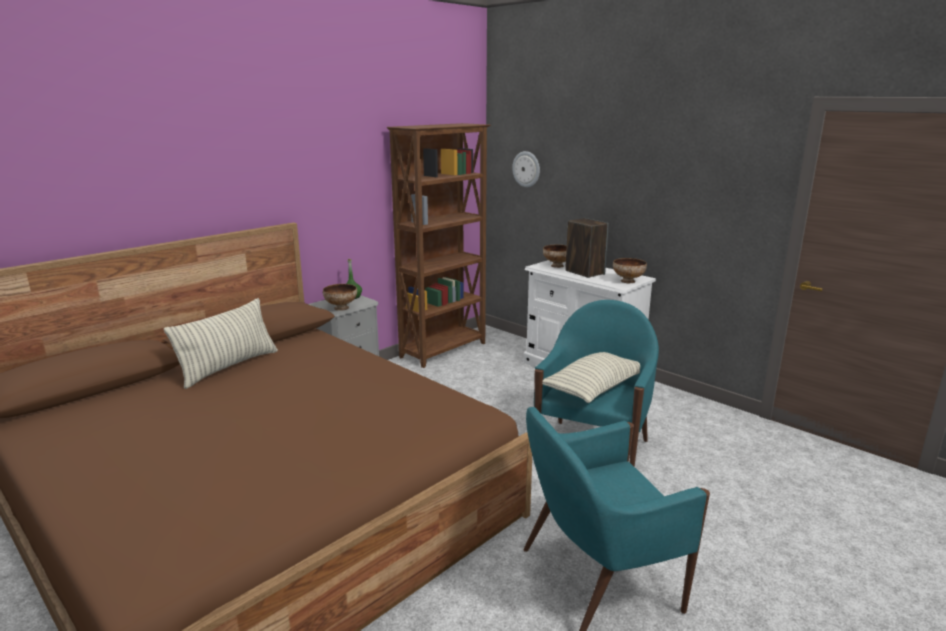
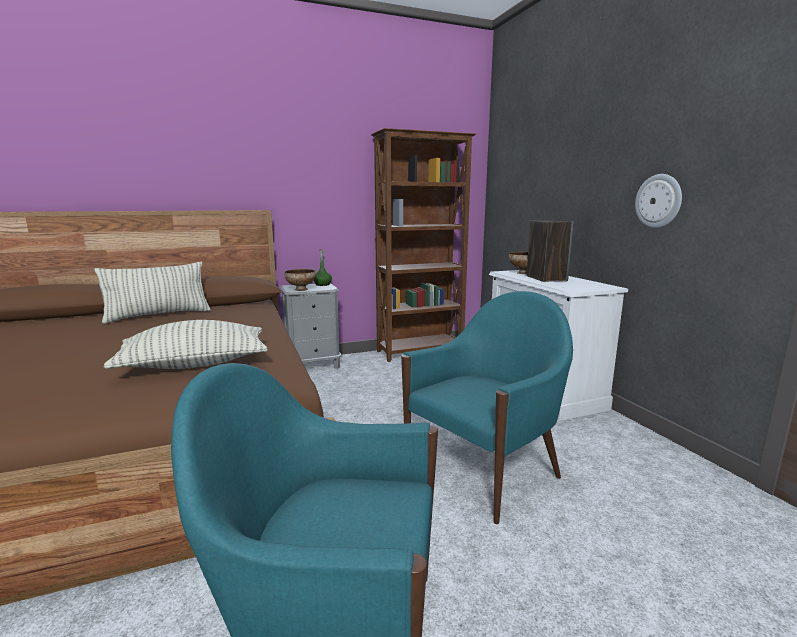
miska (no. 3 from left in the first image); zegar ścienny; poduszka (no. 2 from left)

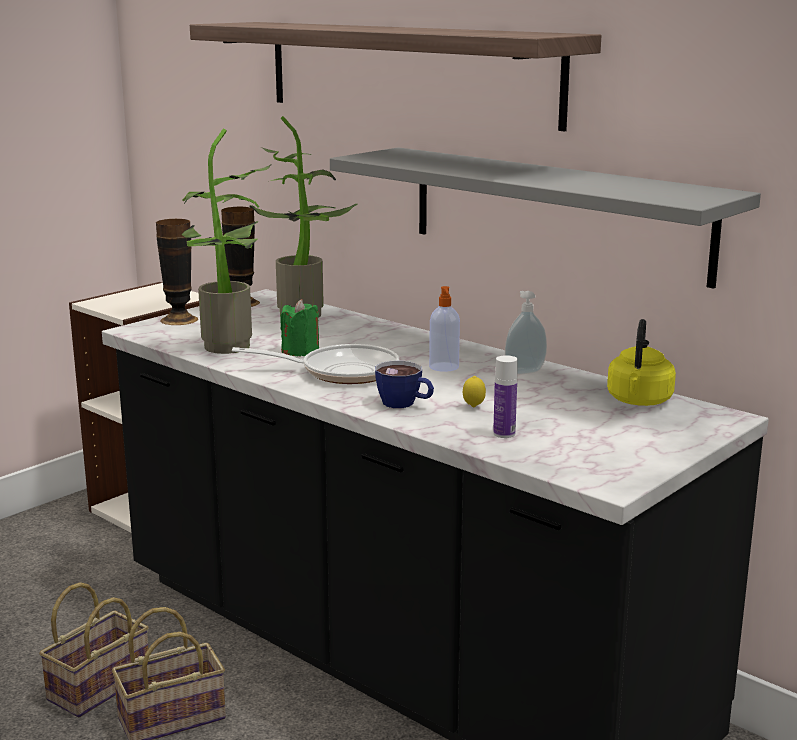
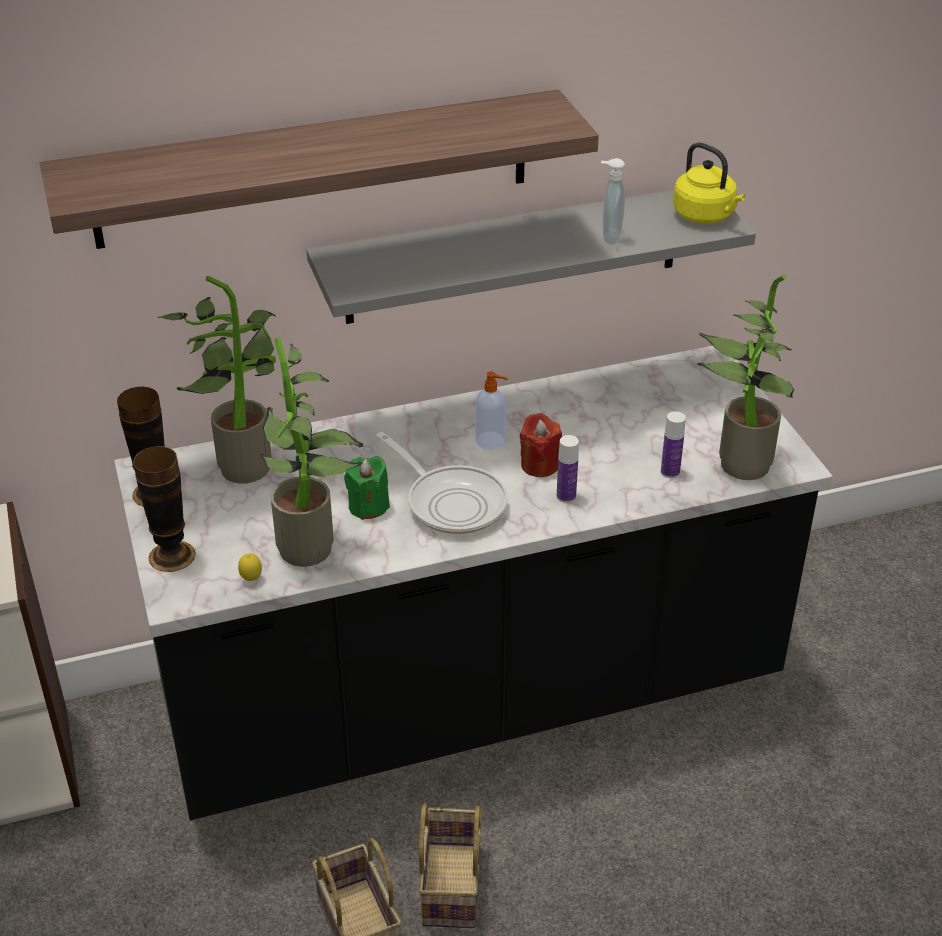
świeca/czerwony; roślina doniczkowa (no. 3 from left); cytryna; dozownik mydła (no. 2 from left); czajnik/żółty; butelka (no. 1 from left); patelnia

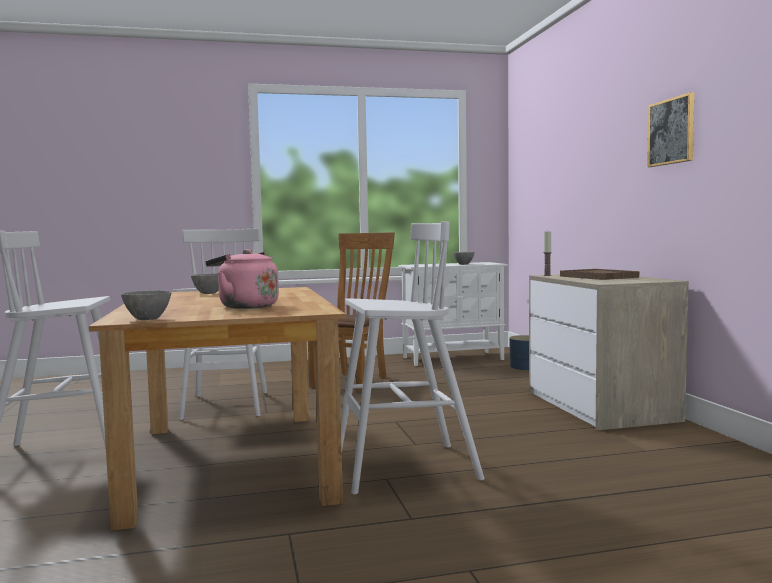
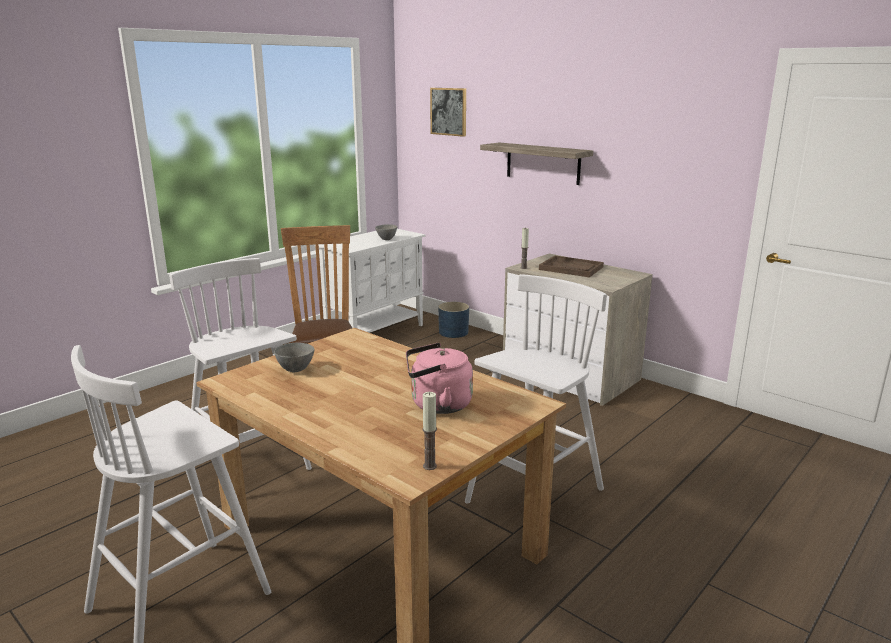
półka; obraz; świeca (no. 1 from left)

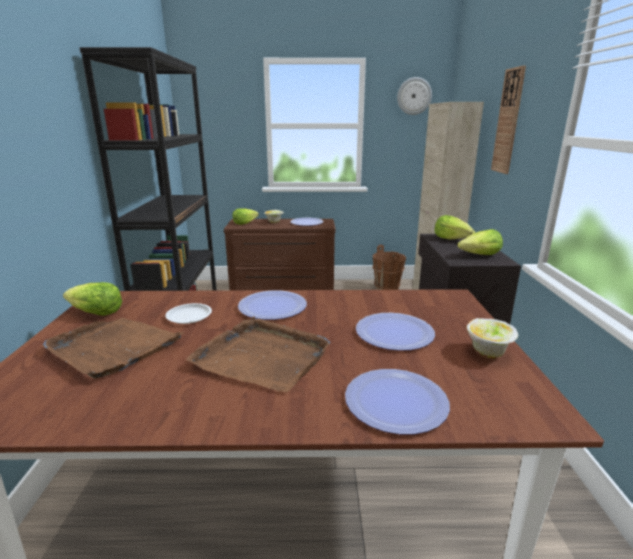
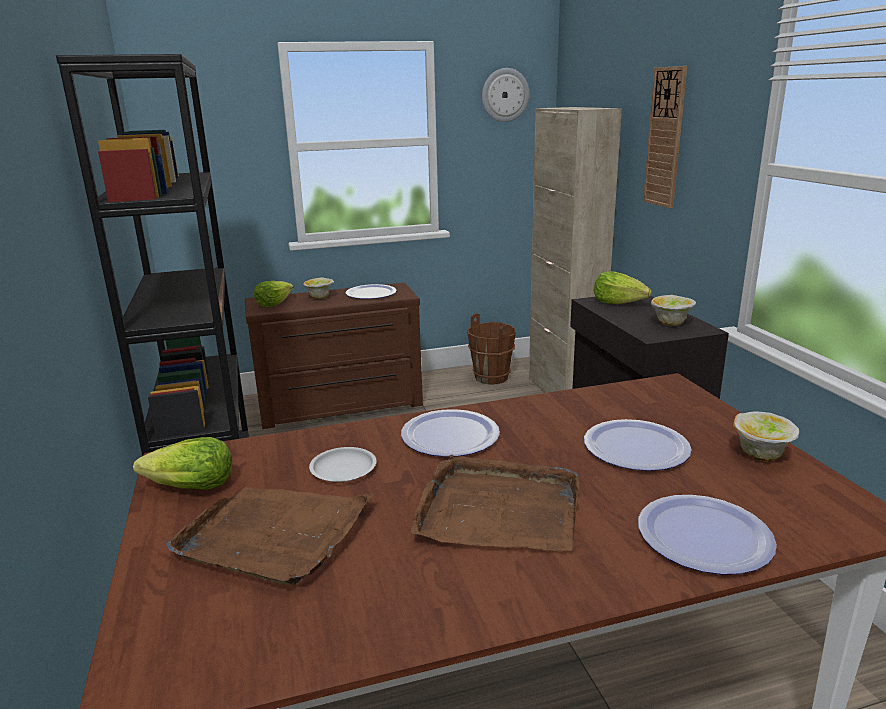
miska (no. 2 from left)

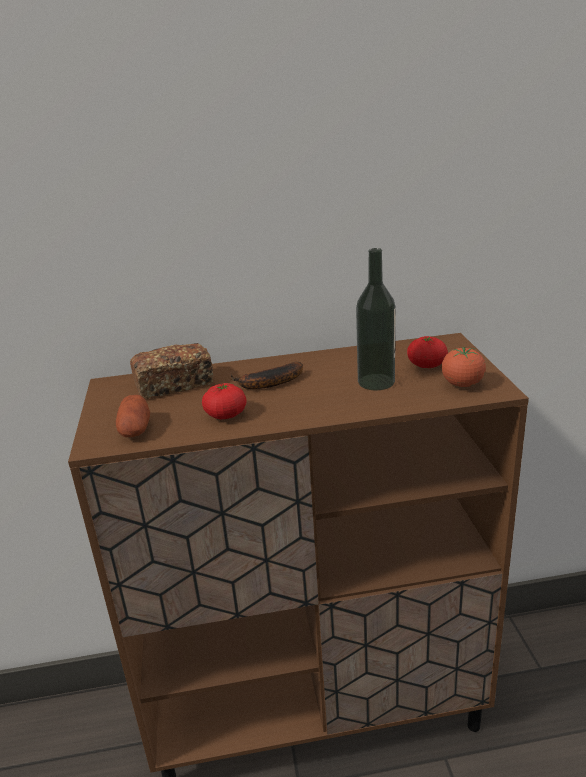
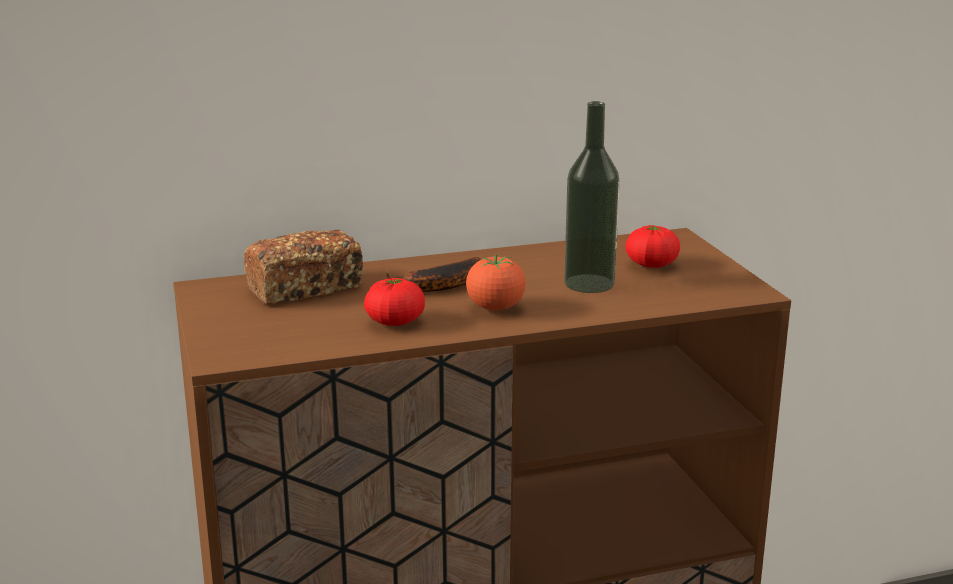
ziemniak; pomidor (no. 2 from left)

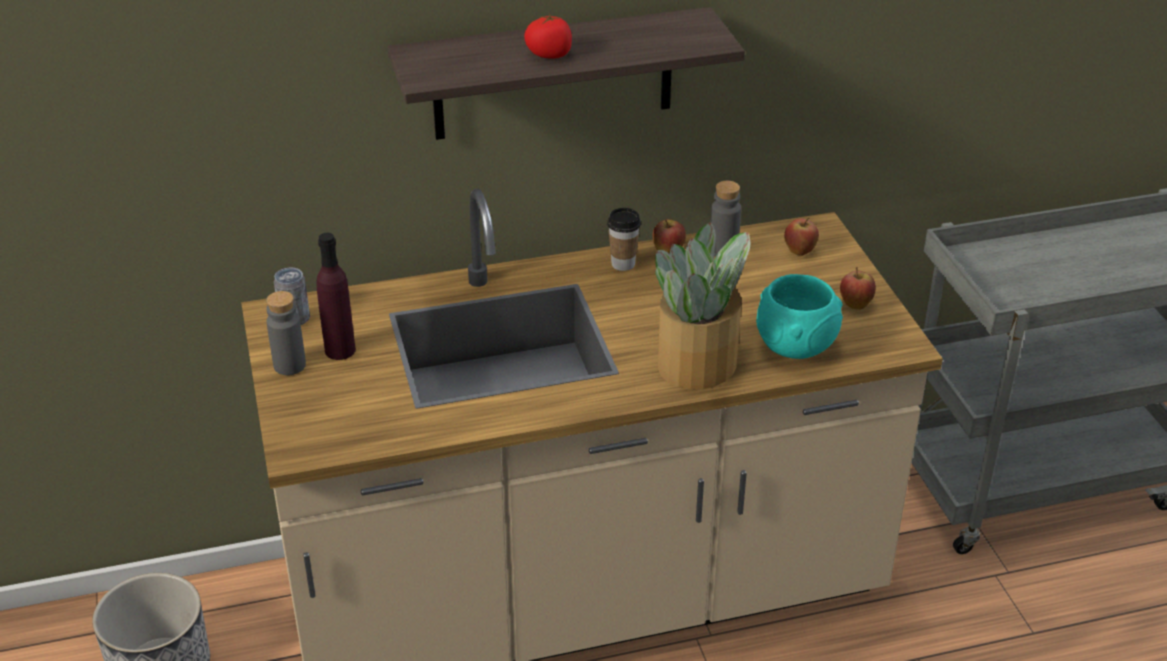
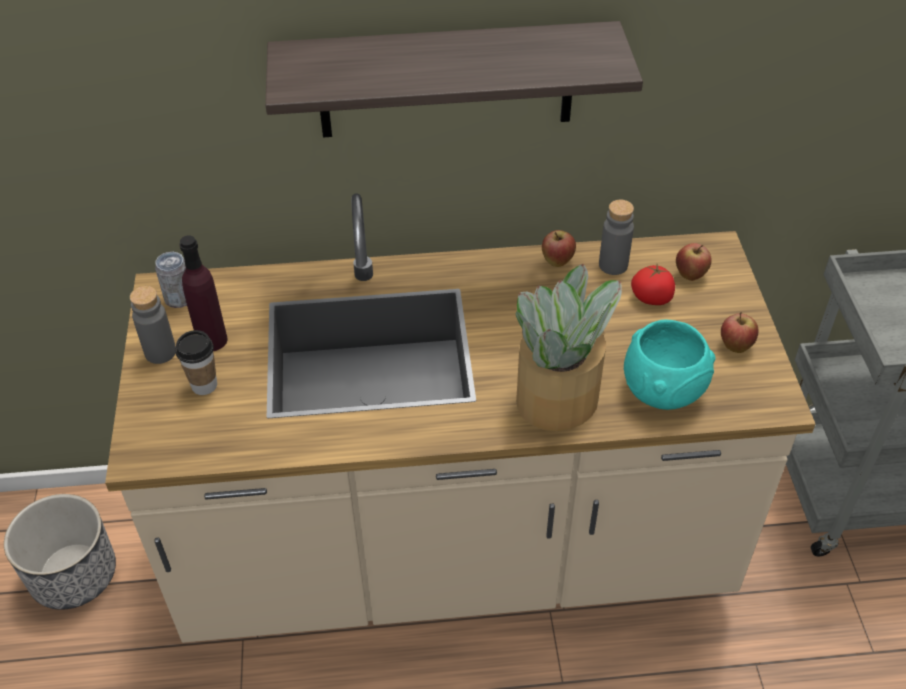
pomidor; filiżanka

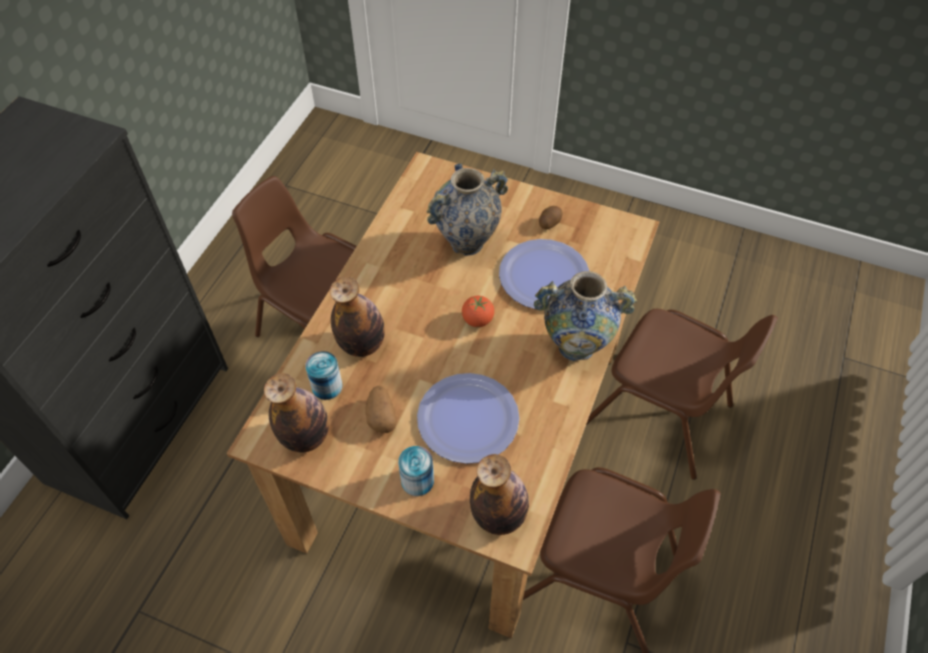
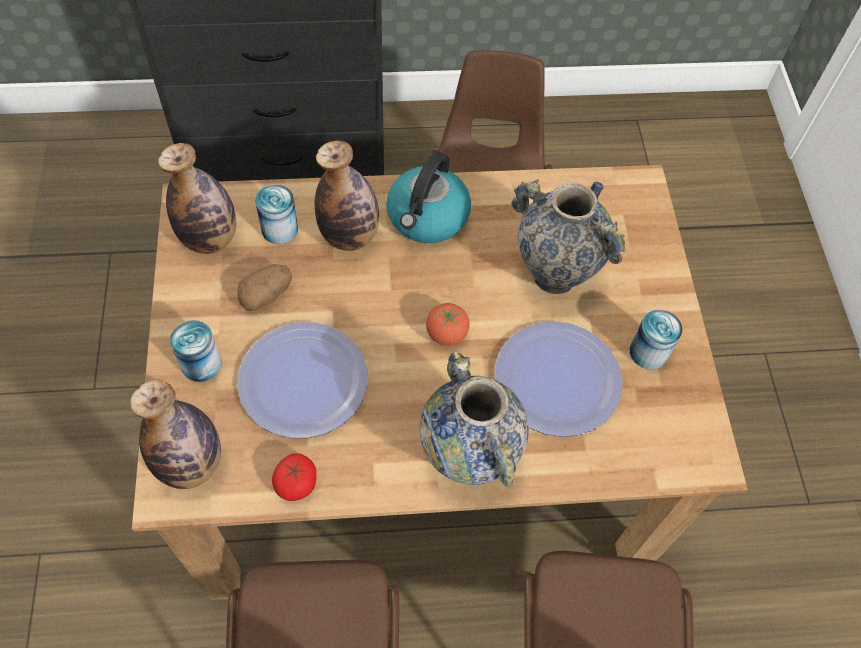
pomidor (no. 1 from left); czajnik; puszka (no. 3 from left)

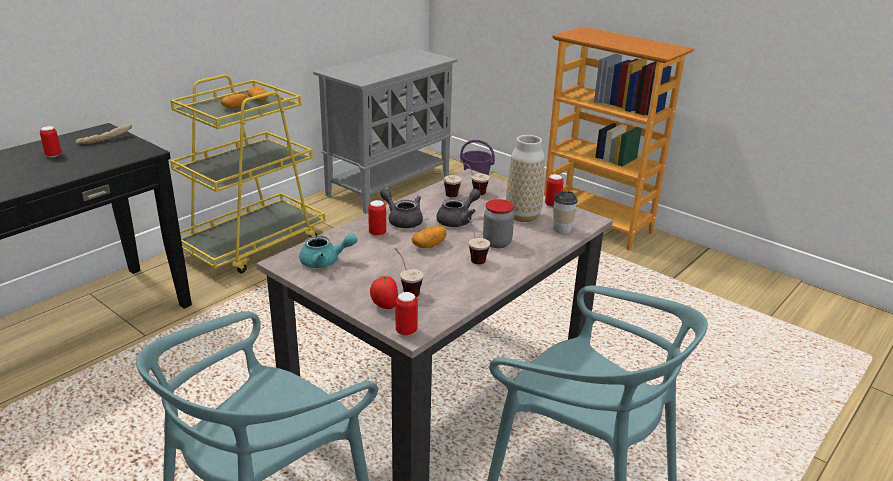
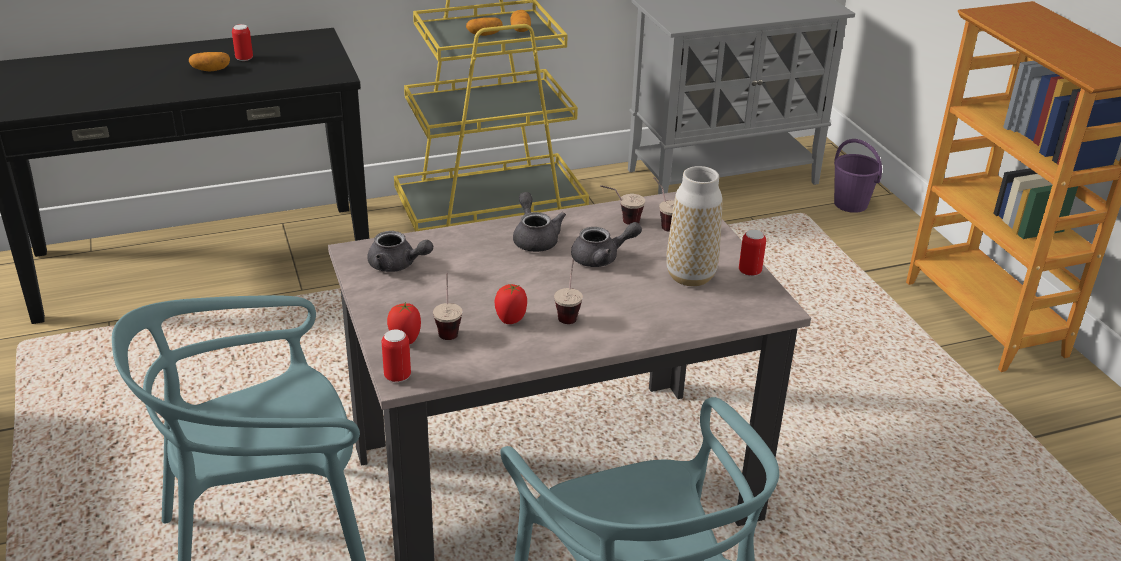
chleb; puszka (no. 2 from left in the first image); słoik; filiżanka (no. 5 from left in the first image); pomidor (no. 2 from left); ziemniak (no. 1 from left); imbryk/szary (no. 1 from left)

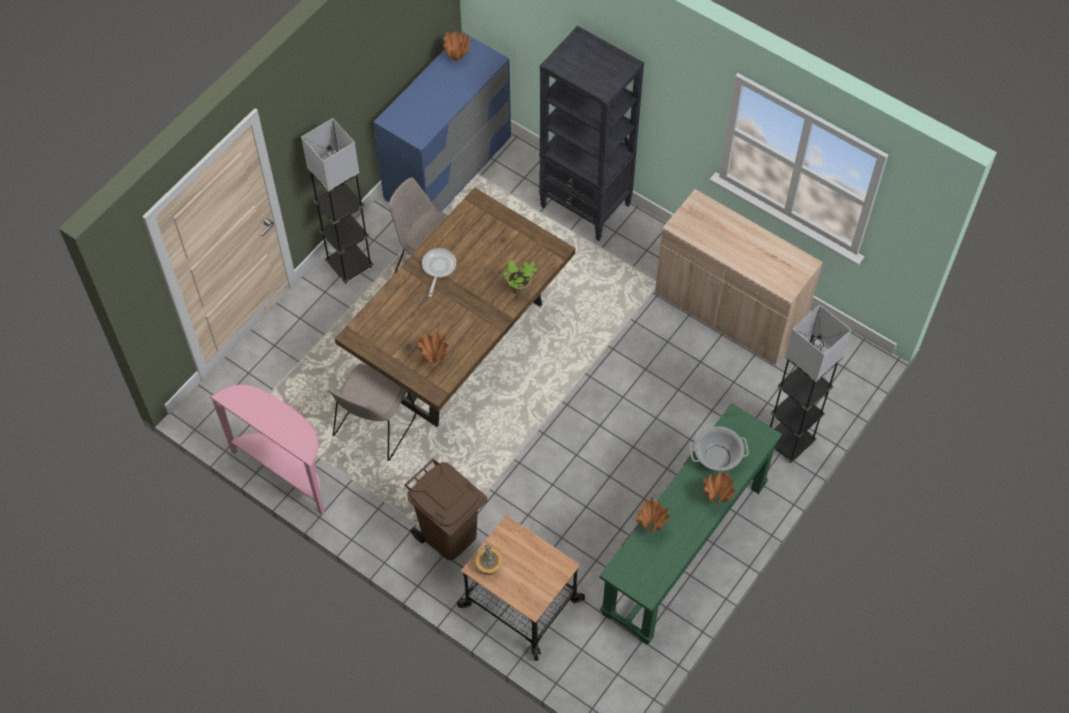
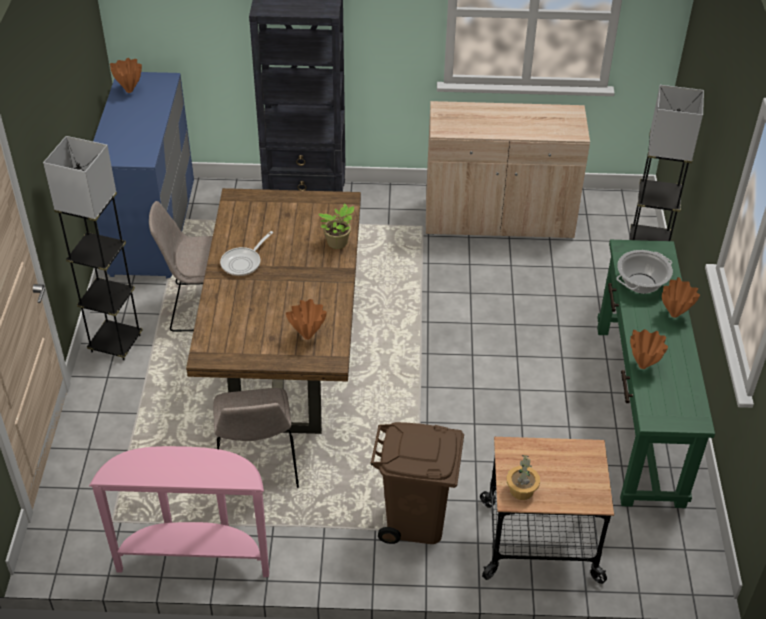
patelnia

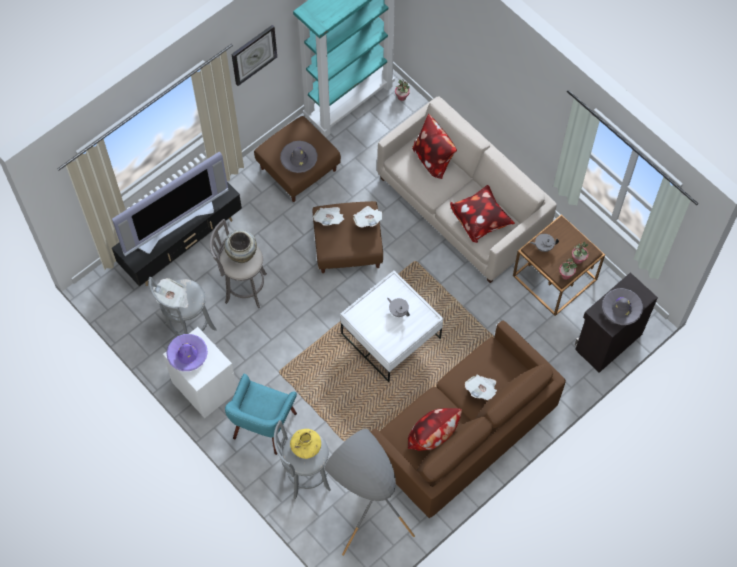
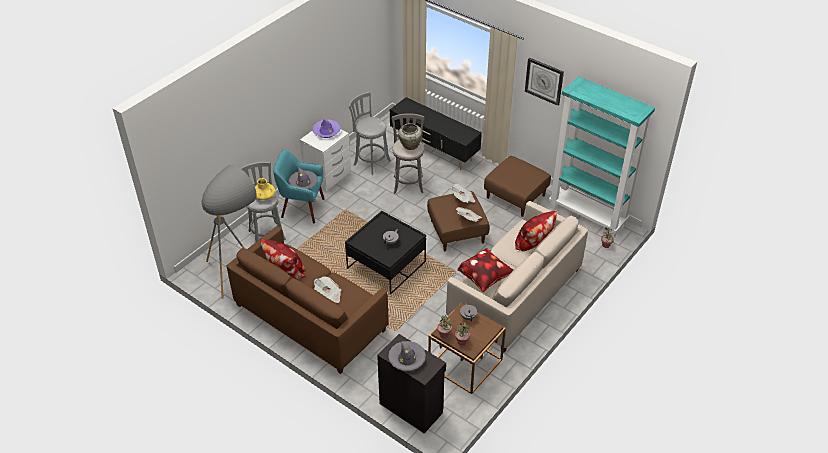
telewizor; gazeta (no. 1 from left in the first image); kapelusz/szary (no. 1 from left); ława/czarny

